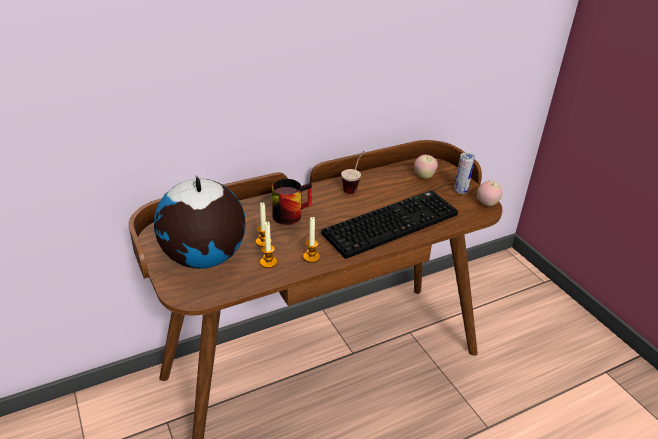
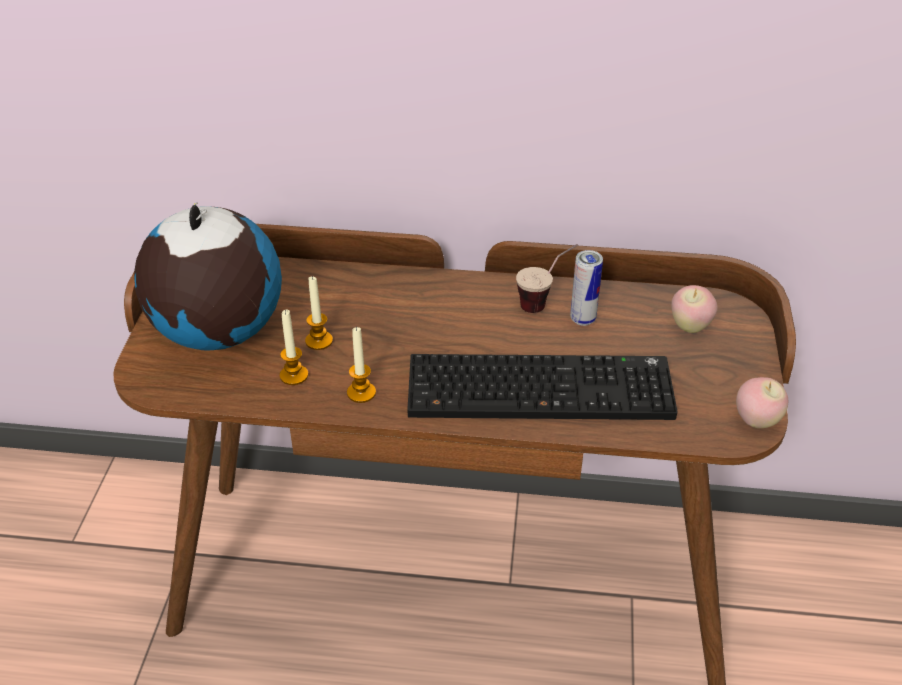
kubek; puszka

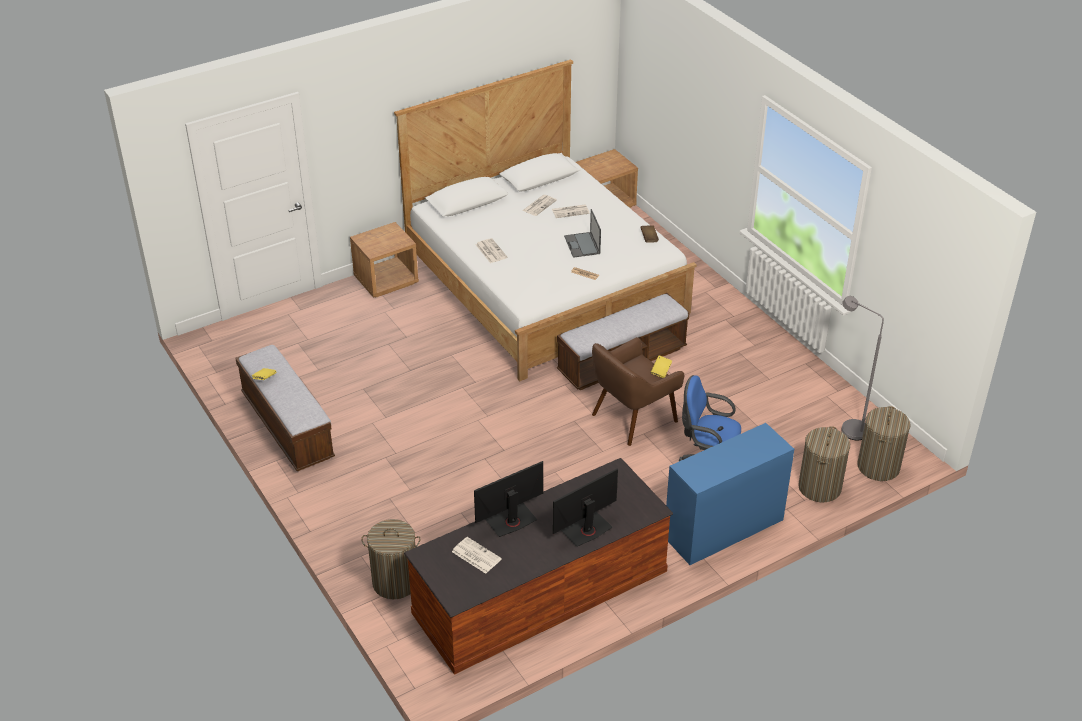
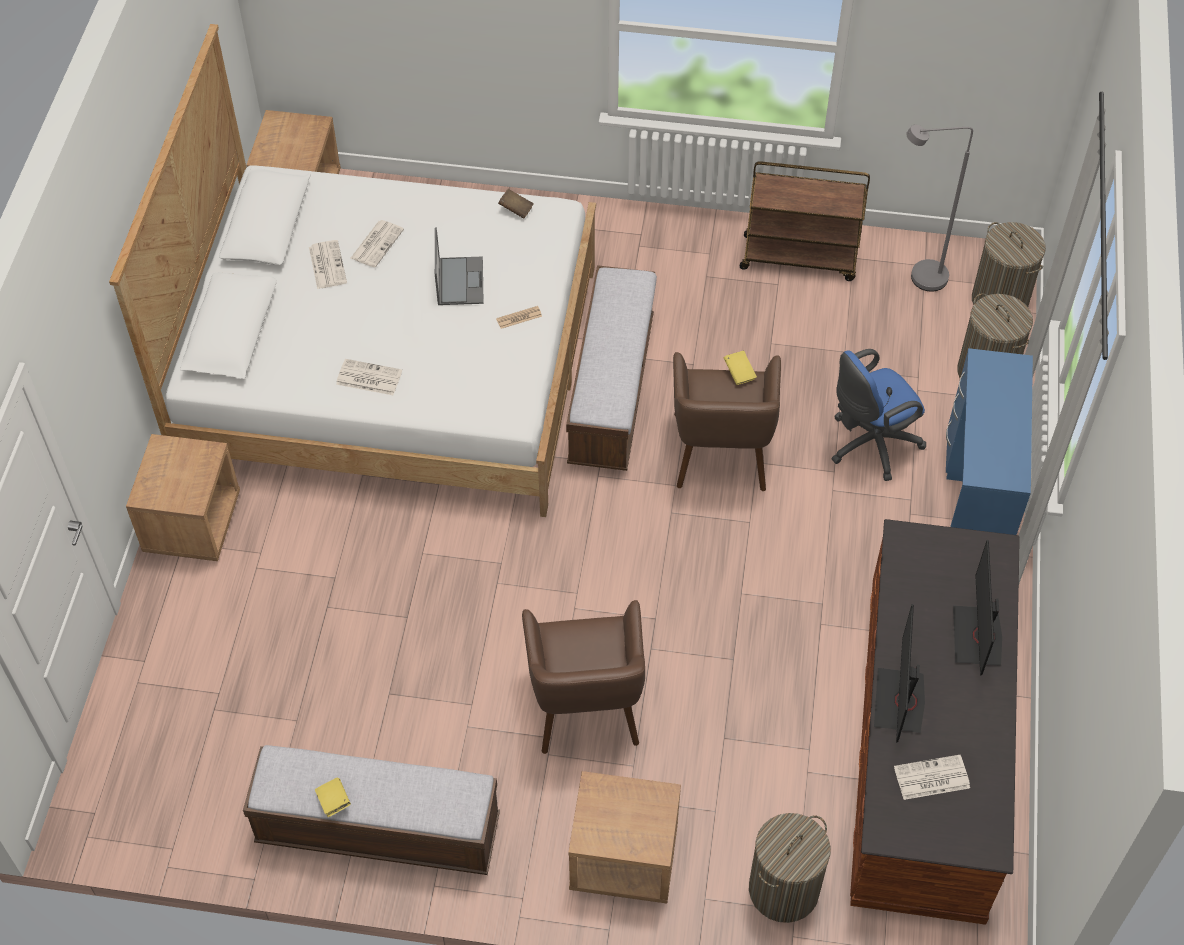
fotel/brązowy (no. 1 from left); szafka nocna/brązowy (no. 3 from left); wózek/brązowy; laptop

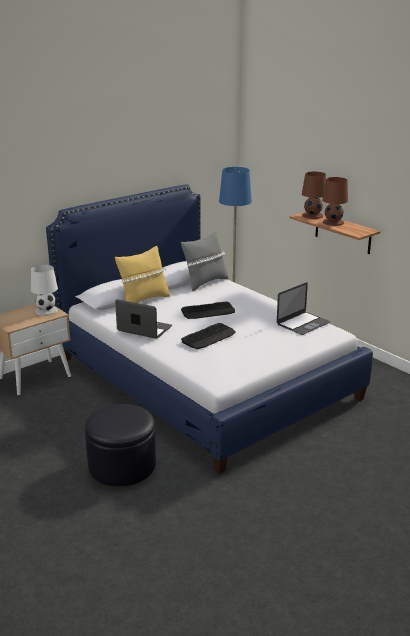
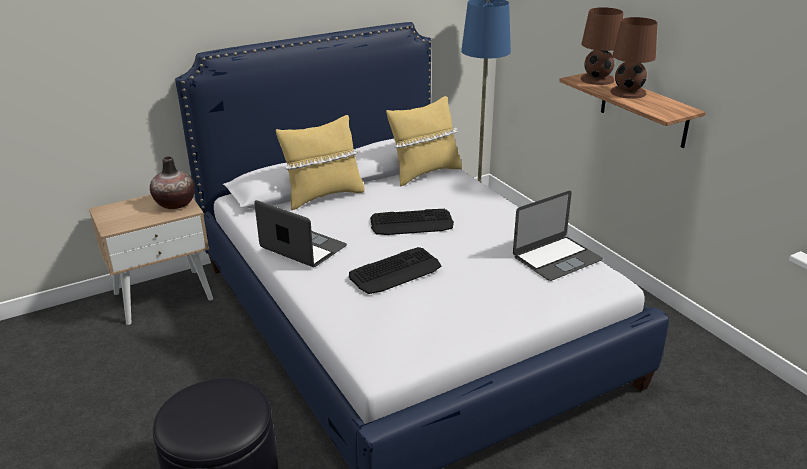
wazon; poduszka/żółty (no. 2 from left)

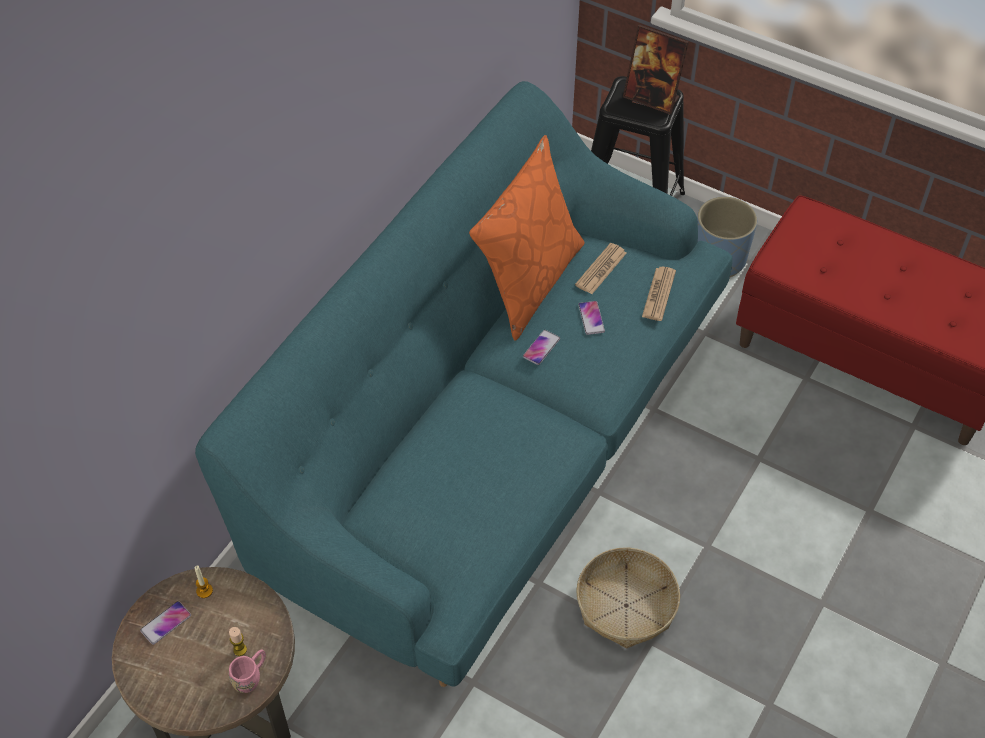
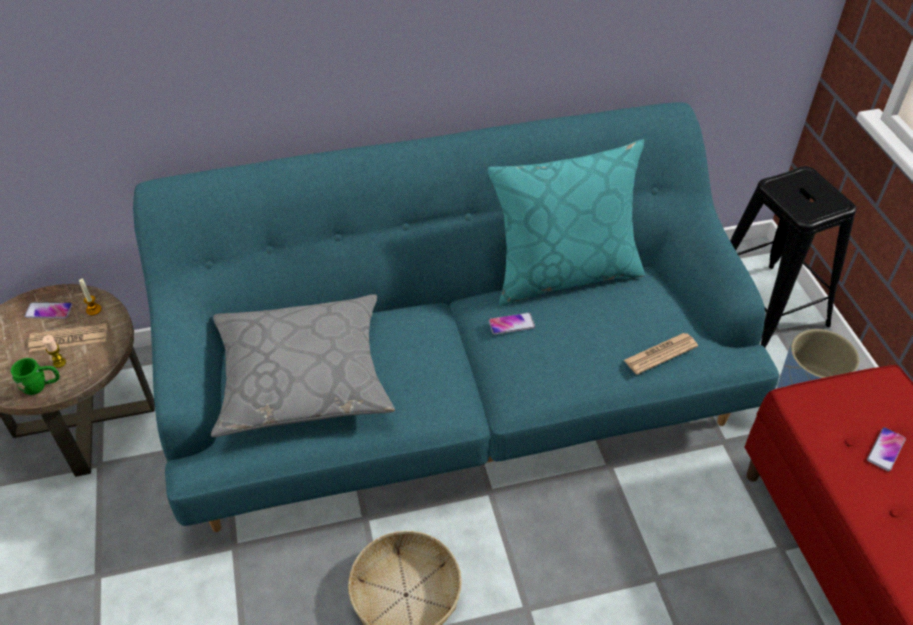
ramka na zdjęcie; poduszka/szary; gazeta (no. 1 from left); telefon (no. 3 from left); kubek/zielony; poduszka/turkusowy

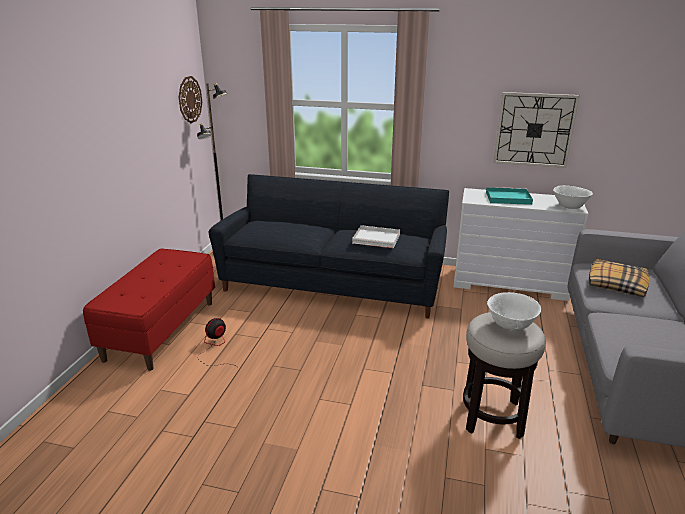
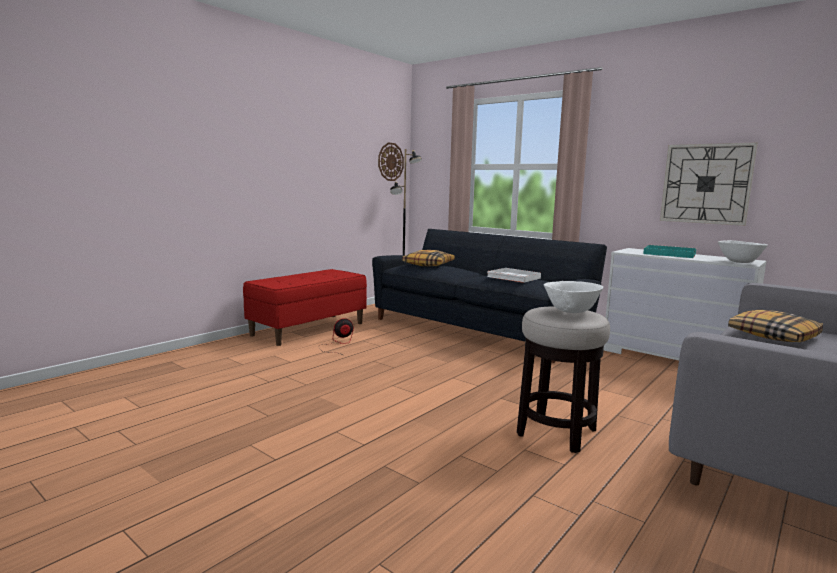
poduszka (no. 1 from left)

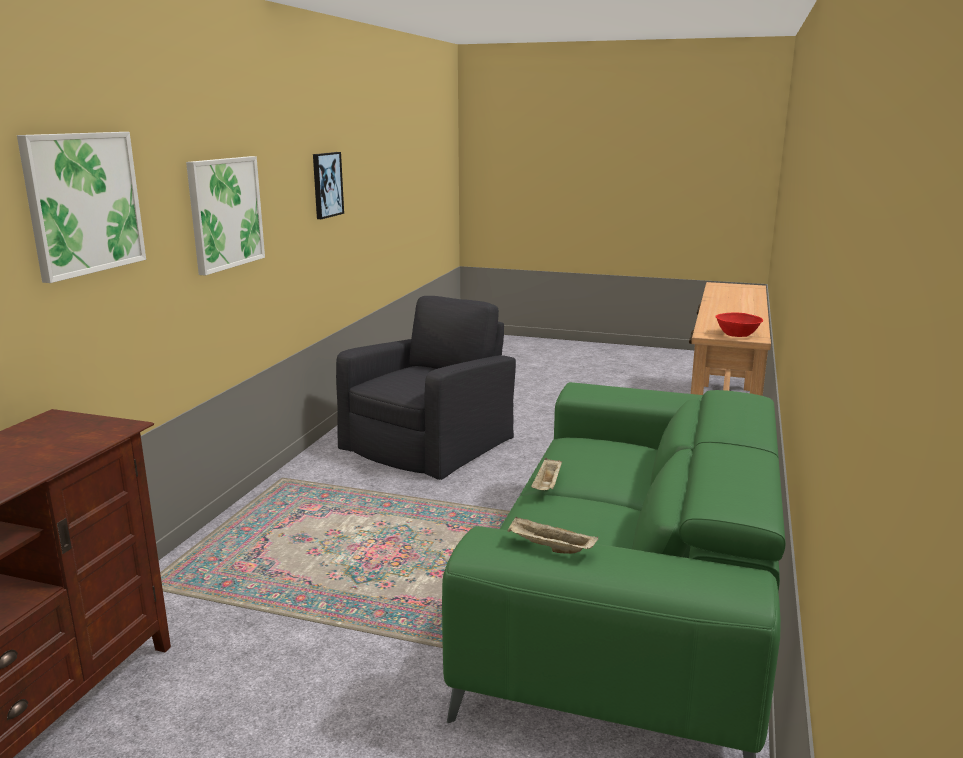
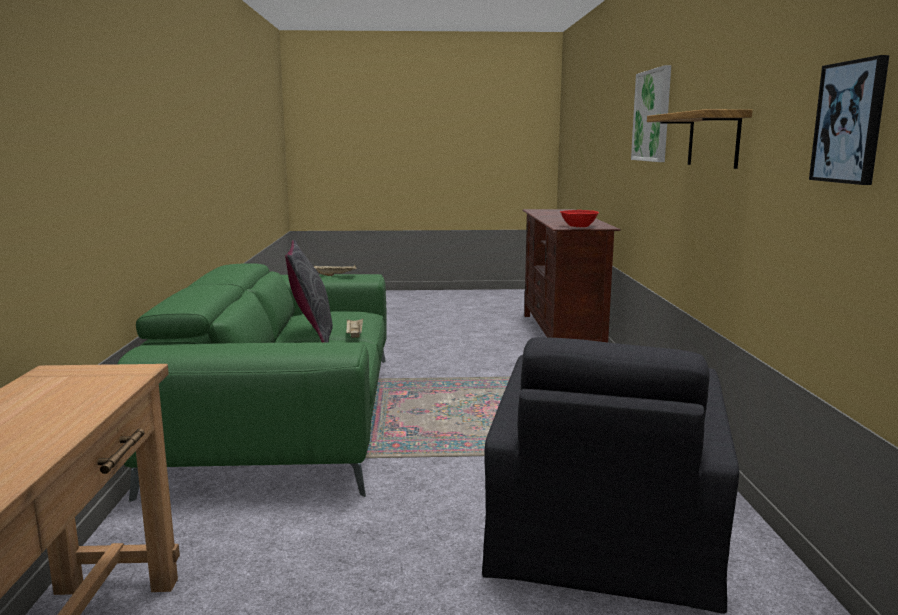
poduszka/szary; miska/czerwony; półka

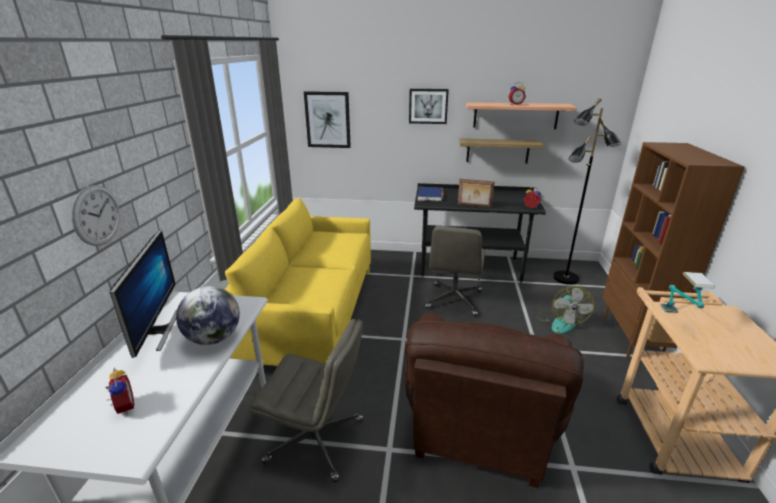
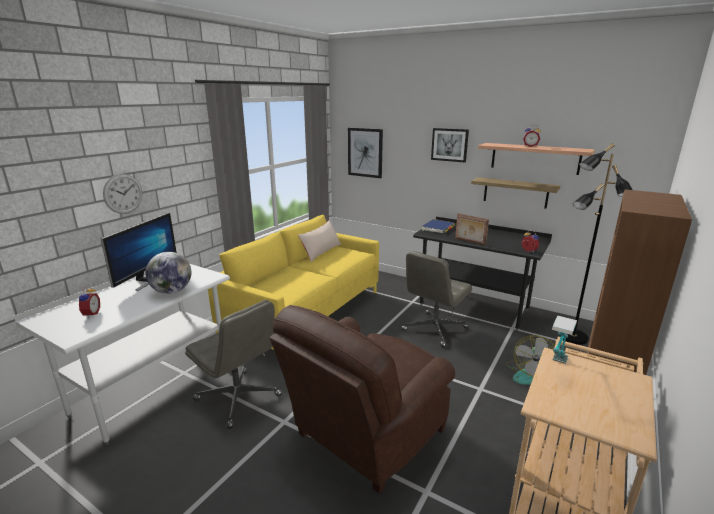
poduszka/beżowy

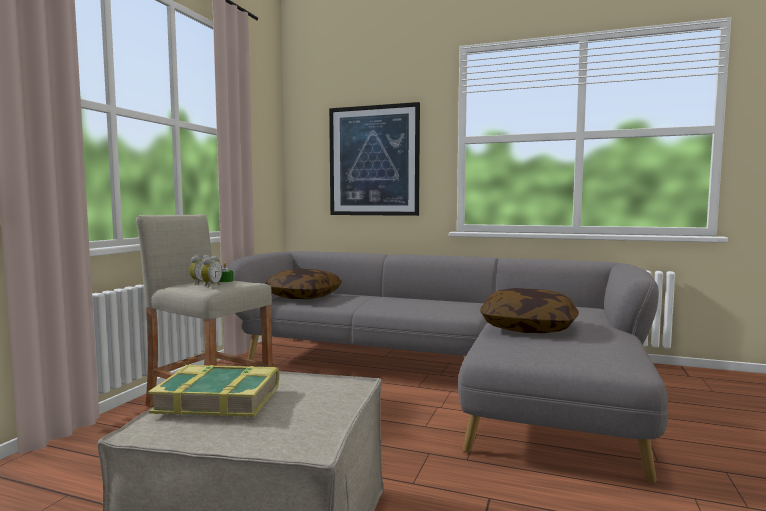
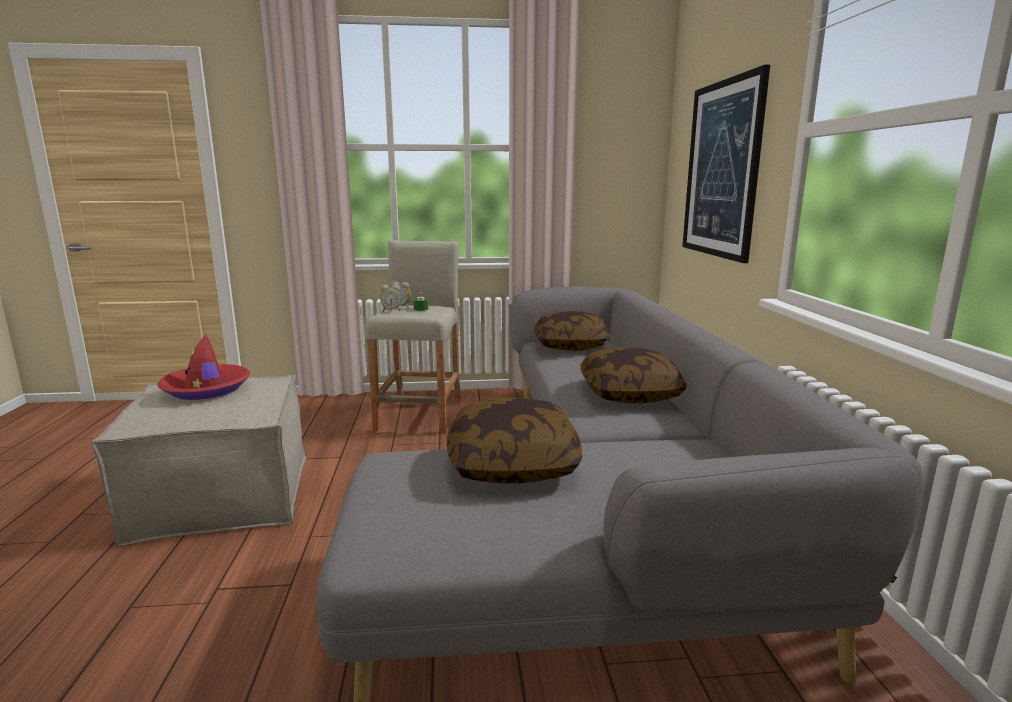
poduszka (no. 3 from left); kapelusz/czerwony

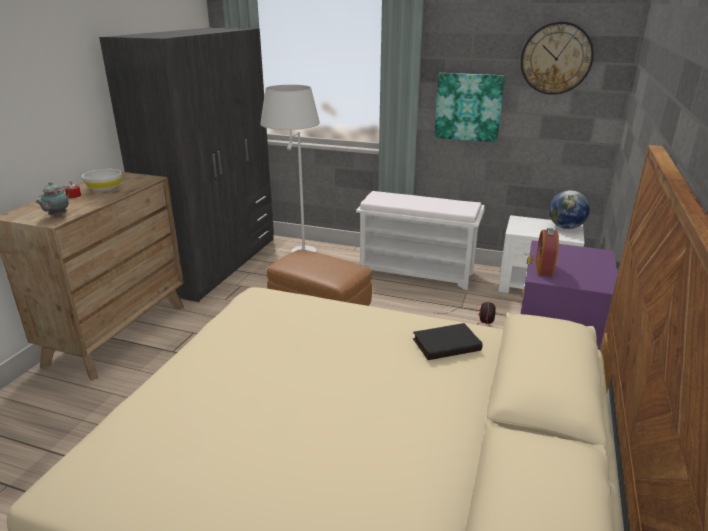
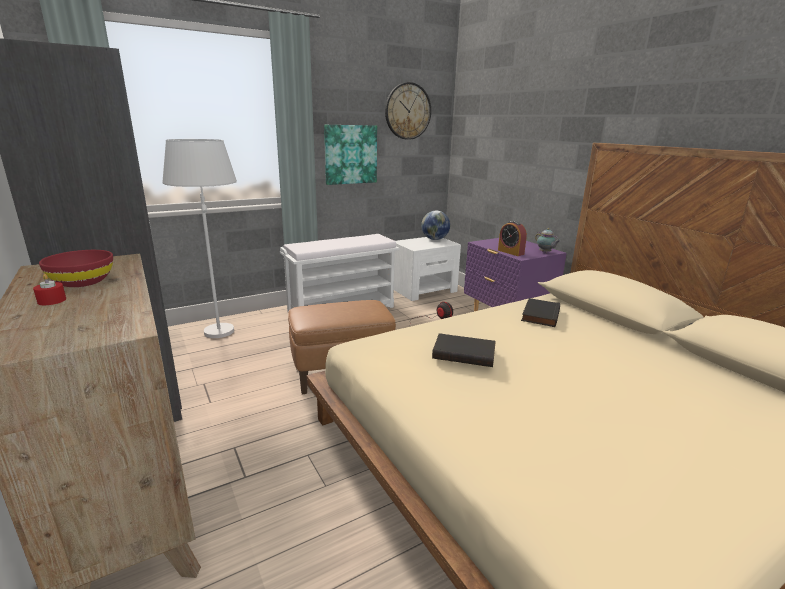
książka/czarny (no. 1 from left); imbryk; miska/czerwony

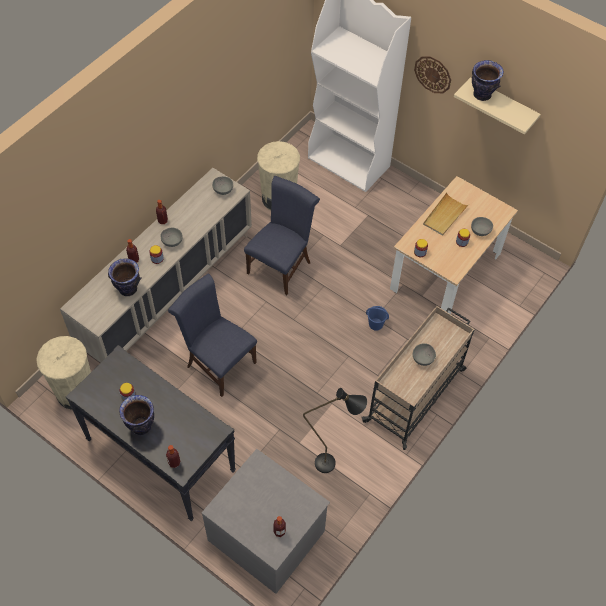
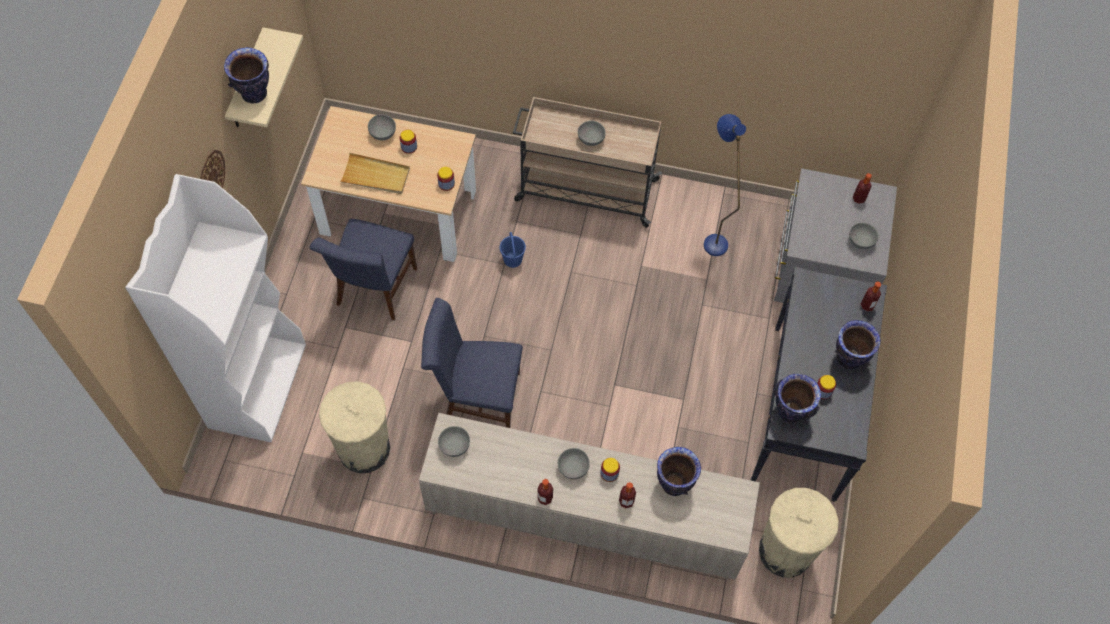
wazon (no. 3 from left); miska/szary (no. 5 from left); krzesło/niebieski (no. 1 from left); lampa stojąca/niebieski

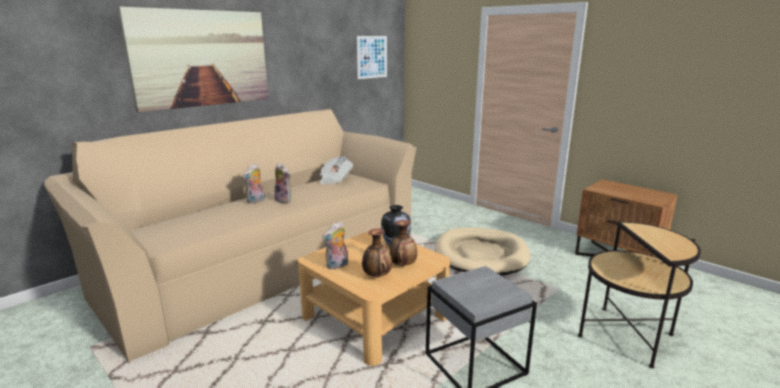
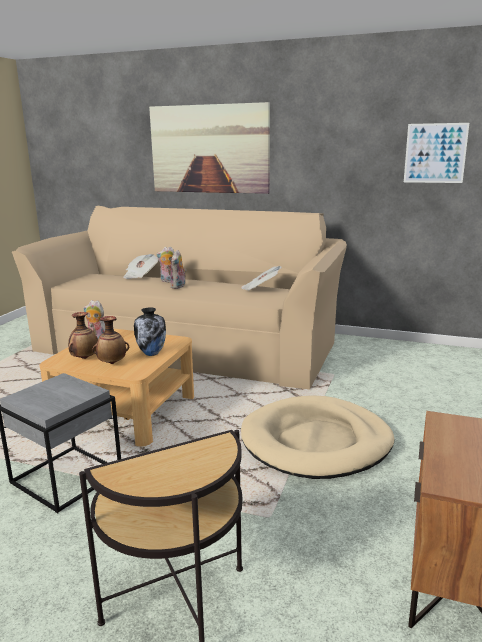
gazeta (no. 1 from left)

